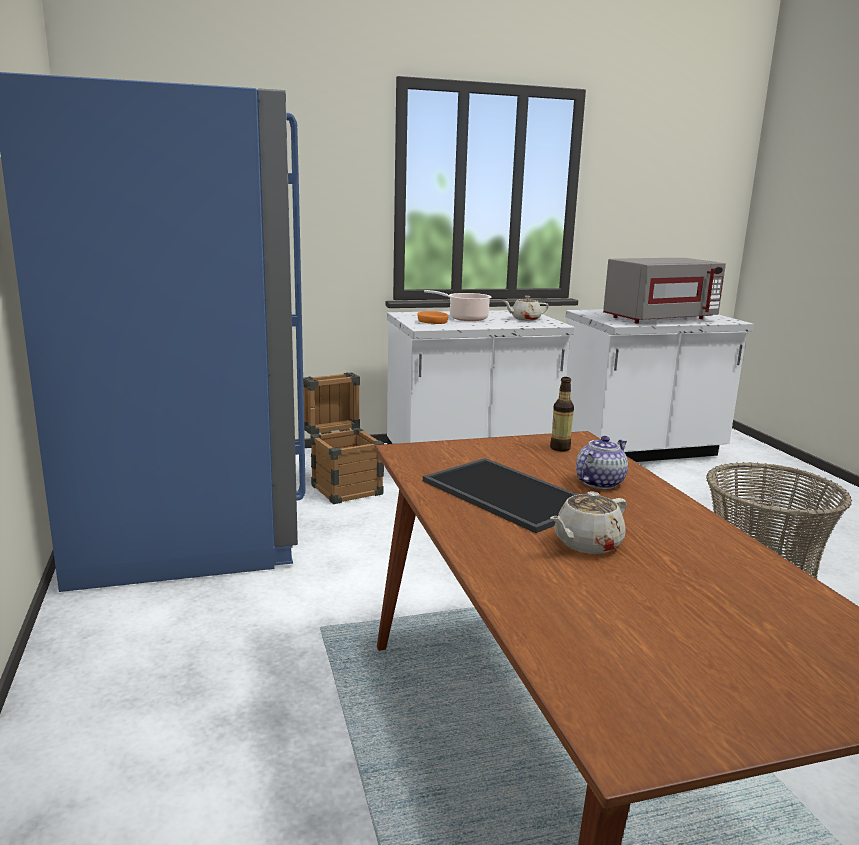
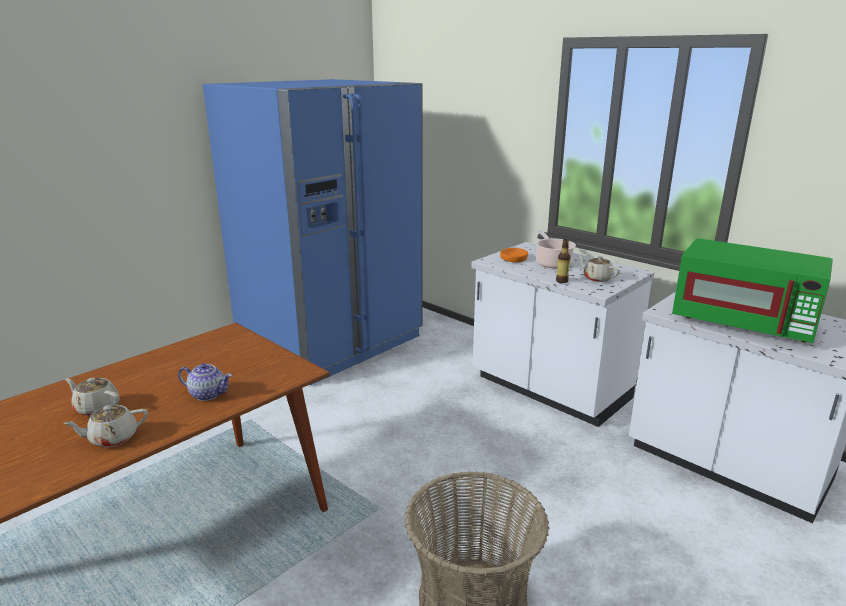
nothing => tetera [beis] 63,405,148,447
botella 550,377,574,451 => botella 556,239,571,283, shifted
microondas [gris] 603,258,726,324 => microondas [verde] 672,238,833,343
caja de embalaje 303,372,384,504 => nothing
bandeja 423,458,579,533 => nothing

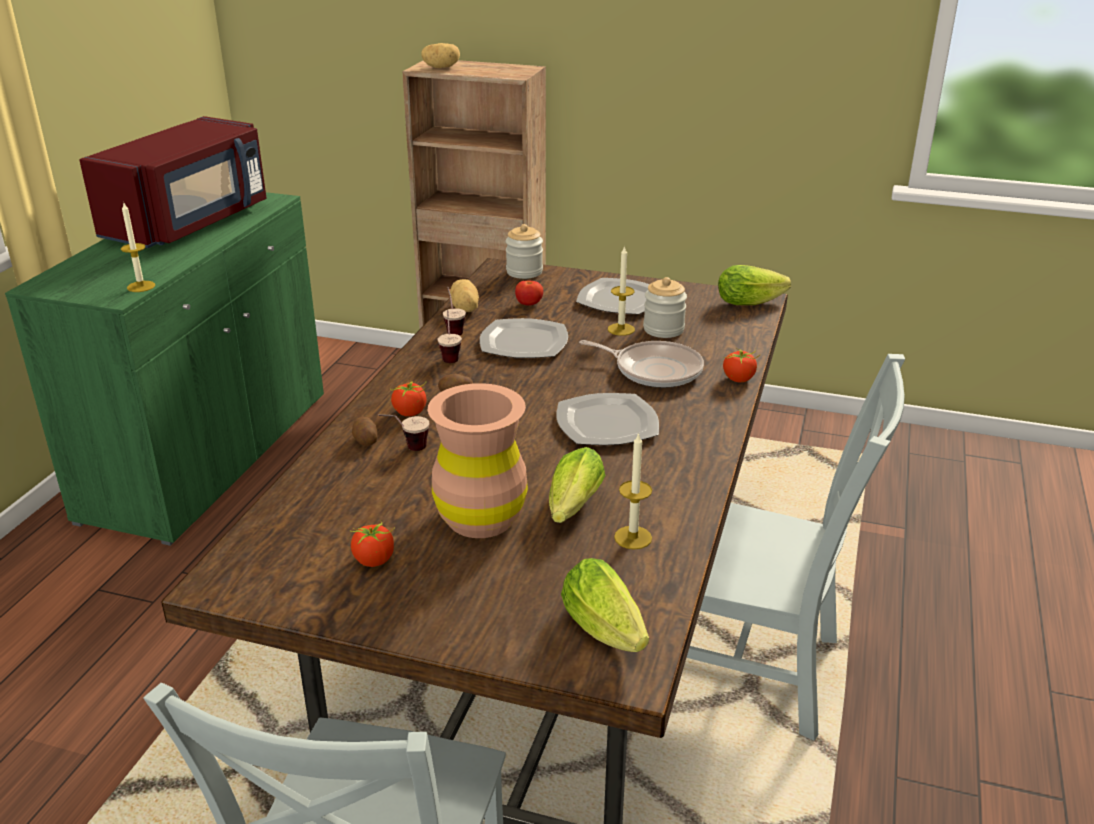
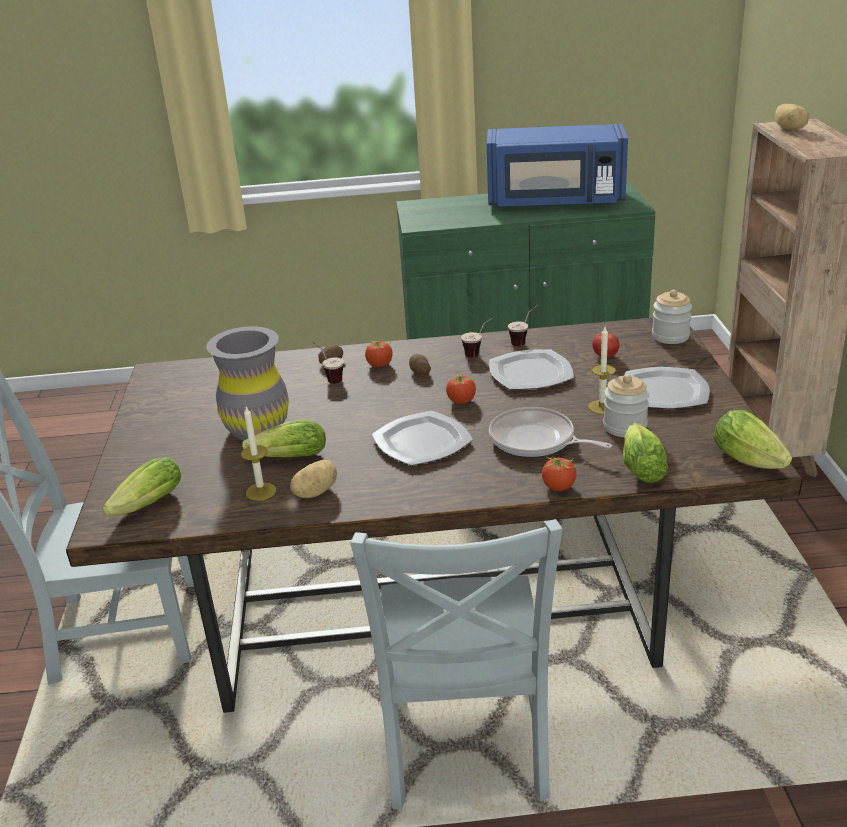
florero [marrón] 428,383,528,538 => florero [gris] 206,326,289,440
patata 450,279,479,312 => patata 290,460,337,498, shifted
tomate 349,520,395,567 => tomate 446,373,476,404, shifted
microondas [rojo] 79,116,266,248 => microondas [azul] 487,124,628,208
sartén 579,340,704,388 => sartén 489,407,612,457, 120 degrees clockwise
nothing => lechuga 623,422,668,483
vela 121,203,155,292 => nothing

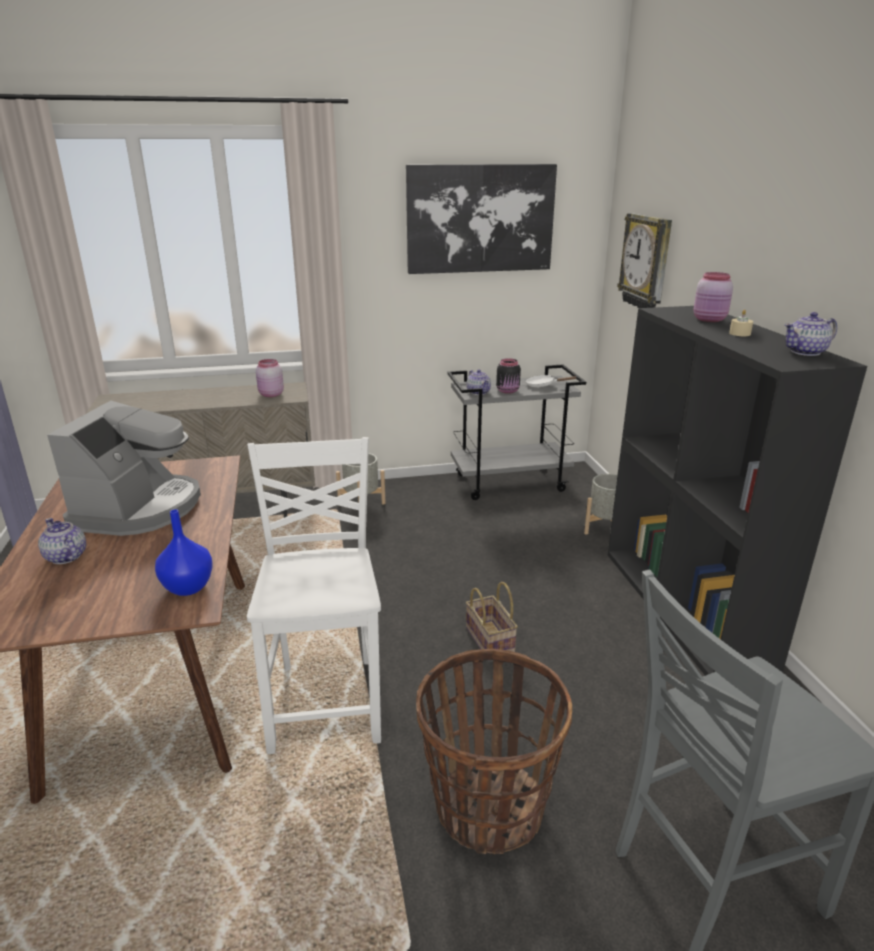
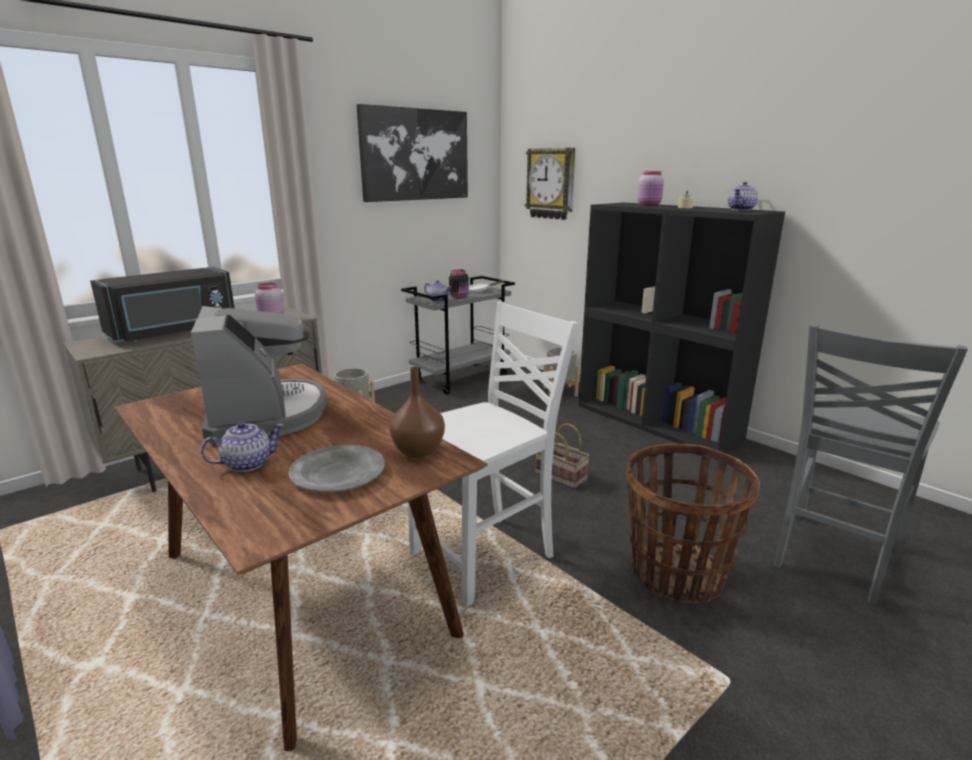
nothing => microondas [negro] 90,267,234,343
tetera 38,518,86,564 => tetera 201,421,284,472, 135 degrees clockwise
nothing => plato [gris] 289,445,385,492
florero [azul] 155,509,213,596 => florero [marrón] 389,367,445,458
silla [blanco] 247,437,381,754 => silla [blanco] 408,301,578,606, 90 degrees clockwise

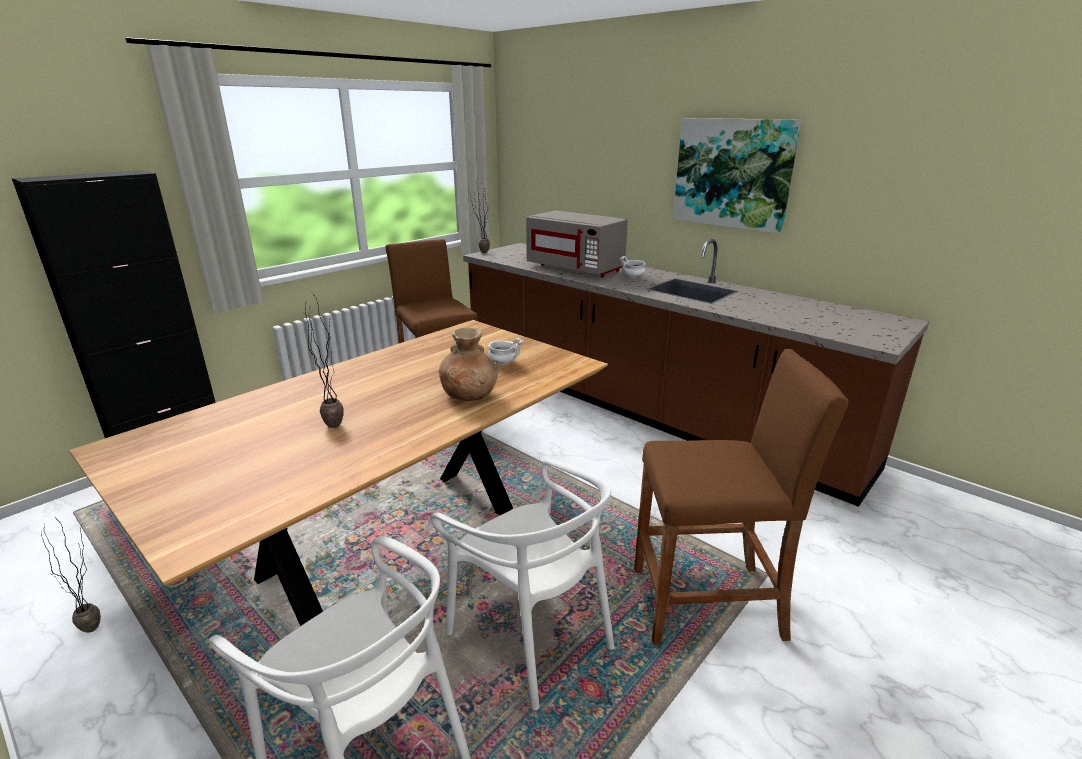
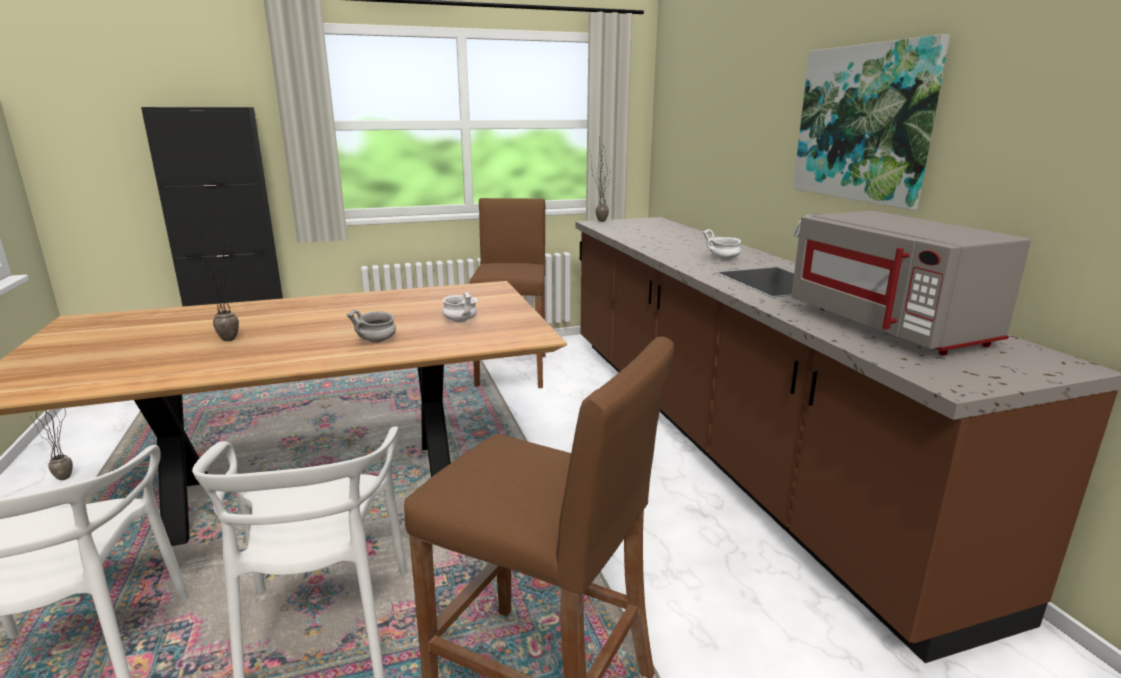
florero [marrón] 439,328,498,401 => cuenco [gris] 346,310,396,343
microondas [gris] 526,210,628,277 => microondas [gris] 791,211,1031,356, shifted

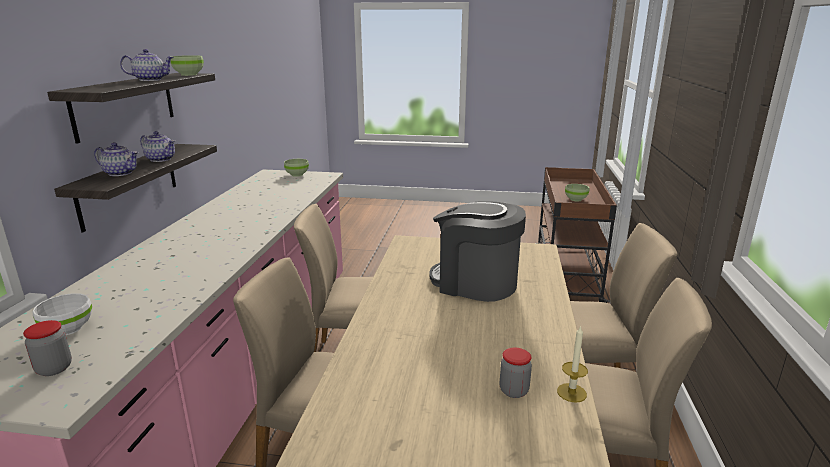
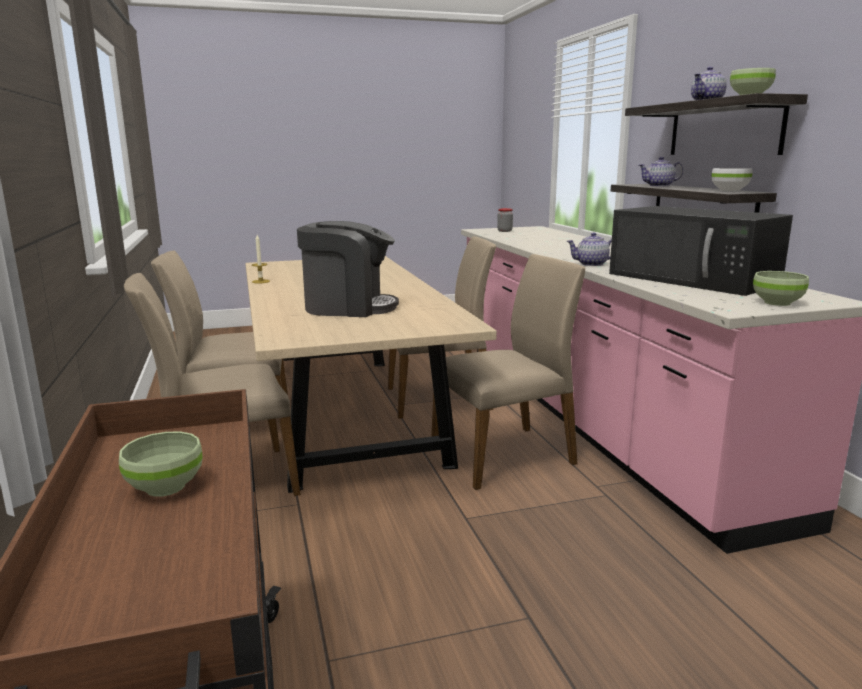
tetera 140,131,175,162 => tetera 567,232,612,266, shifted
nothing => microondas [negro] 609,206,793,296
cuenco [blanco] 33,293,92,335 => cuenco [blanco] 711,168,753,192, shifted
tarro 500,348,532,398 => nothing

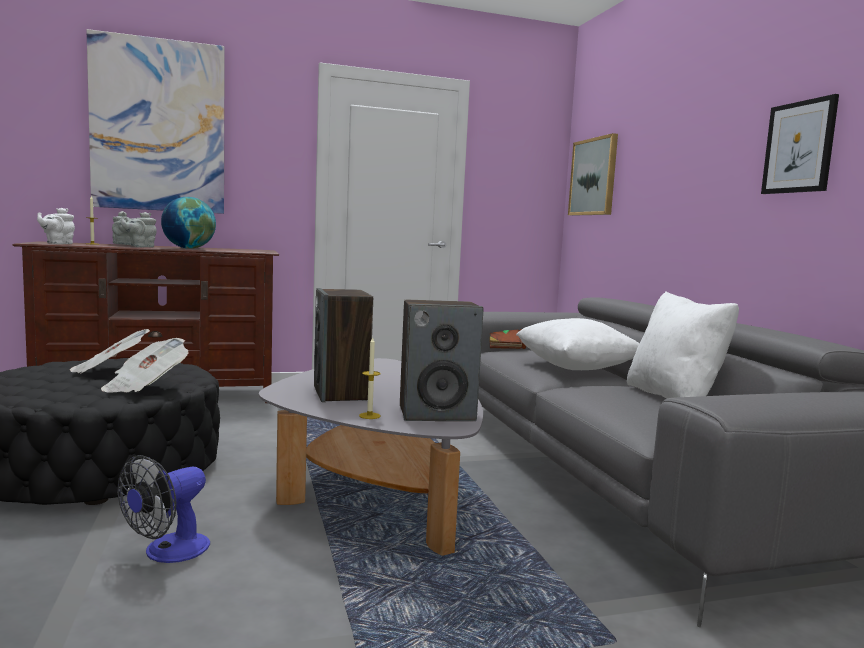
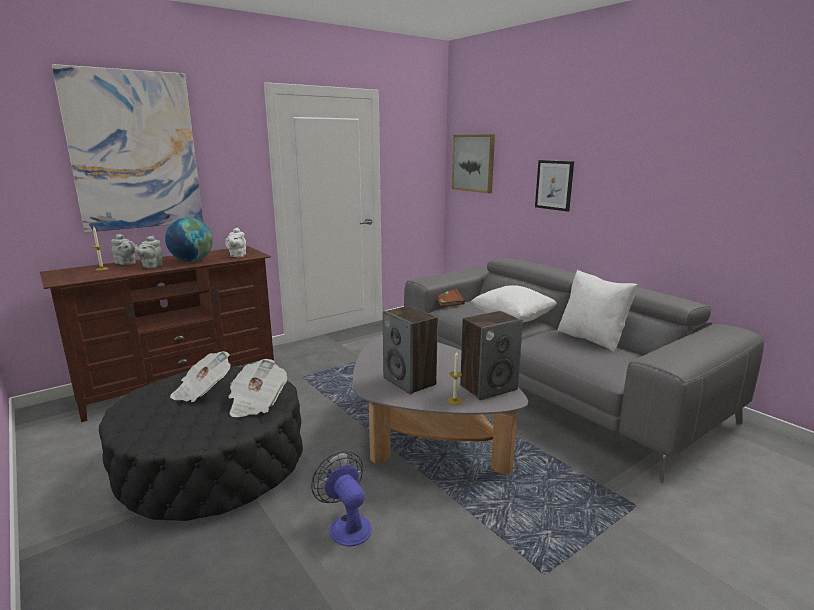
tetera [blanco] 37,208,75,244 => tetera [blanco] 225,228,246,257, shifted
ventilador 118,455,210,563 => ventilador 311,451,372,547, 135 degrees clockwise
cuadro 761,94,839,194 => cuadro 535,160,574,212, shifted

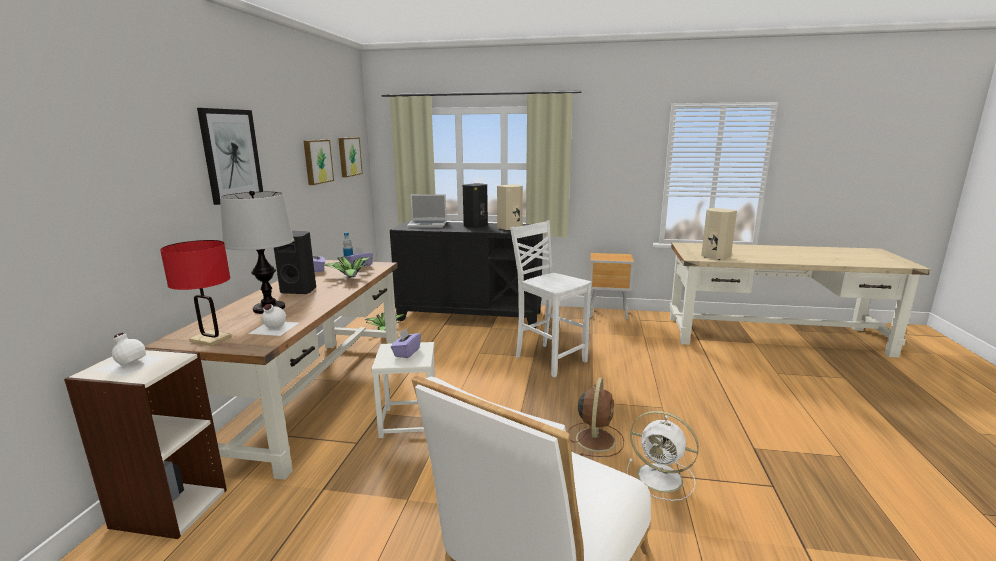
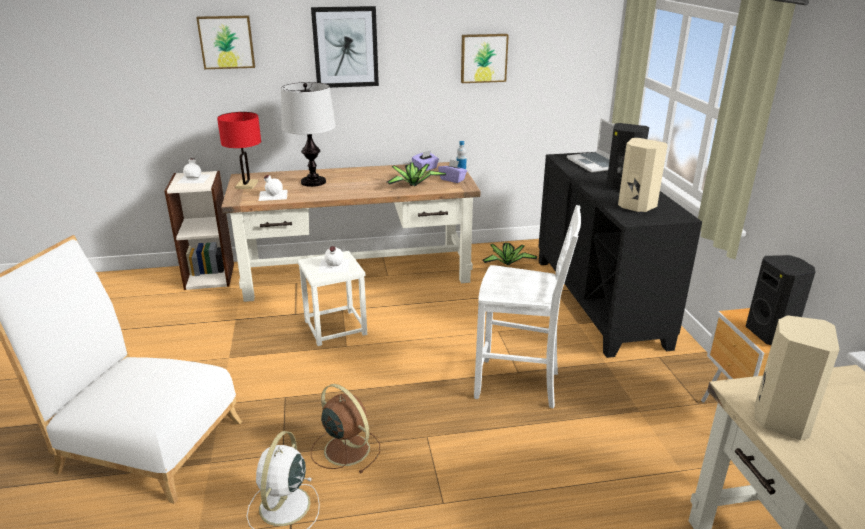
cuadro 338,137,363,177 => cuadro 196,16,255,69, shifted
ventilador [marrón] 568,378,624,457 => ventilador [marrón] 311,384,380,473, 135 degrees counterclockwise
caja de pañuelos [morado] 391,328,421,358 => botella [blanco] 318,246,350,273
silla [blanco] 510,221,592,378 => silla [blanco] 474,205,581,408, 75 degrees clockwise
altavoz [negro] 274,231,316,294 => altavoz [negro] 745,255,816,345, shifted

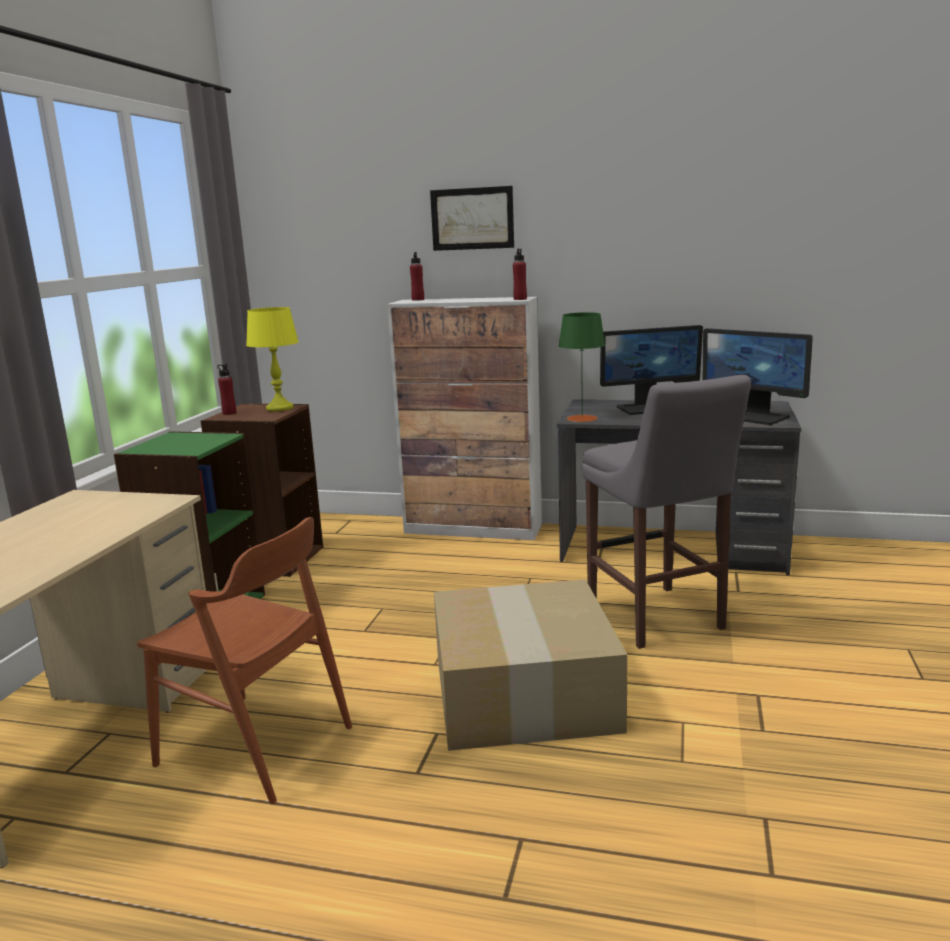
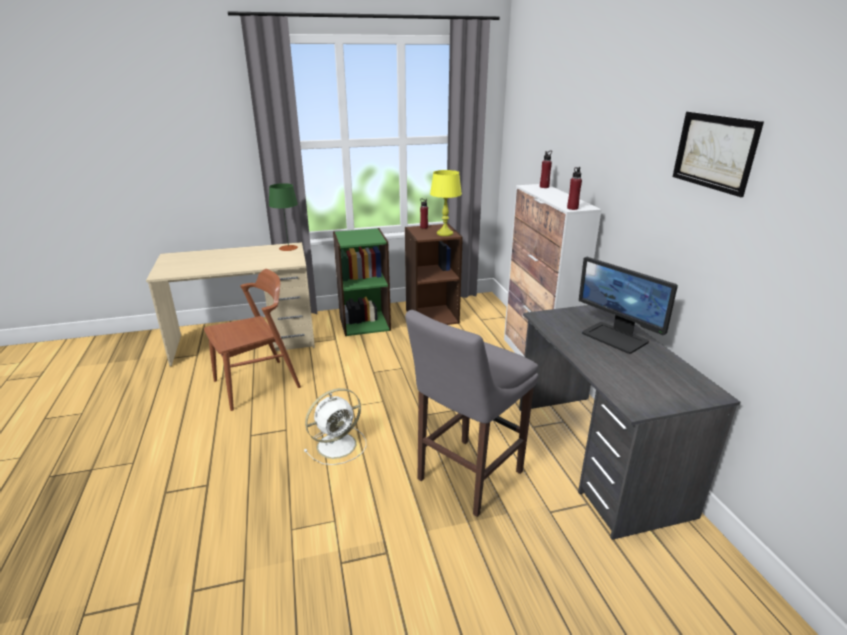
silla [marrón] 137,517,352,804 => silla [marrón] 204,269,301,411, 120 degrees counterclockwise
lámpara de mesa [verde] 559,312,605,422 => lámpara de mesa [verde] 269,183,298,251, shifted
caja de cartón 434,579,628,751 => ventilador [blanco] 304,388,366,465
cuadro 430,186,514,251 => cuadro 673,111,764,197, shifted
monitor 702,328,813,425 => nothing

